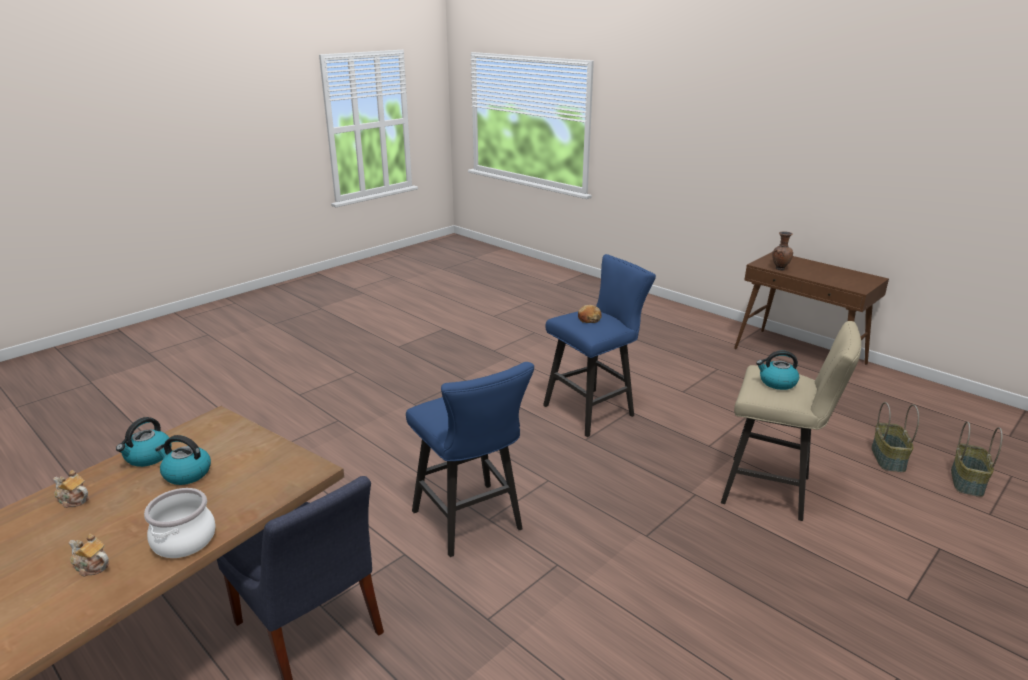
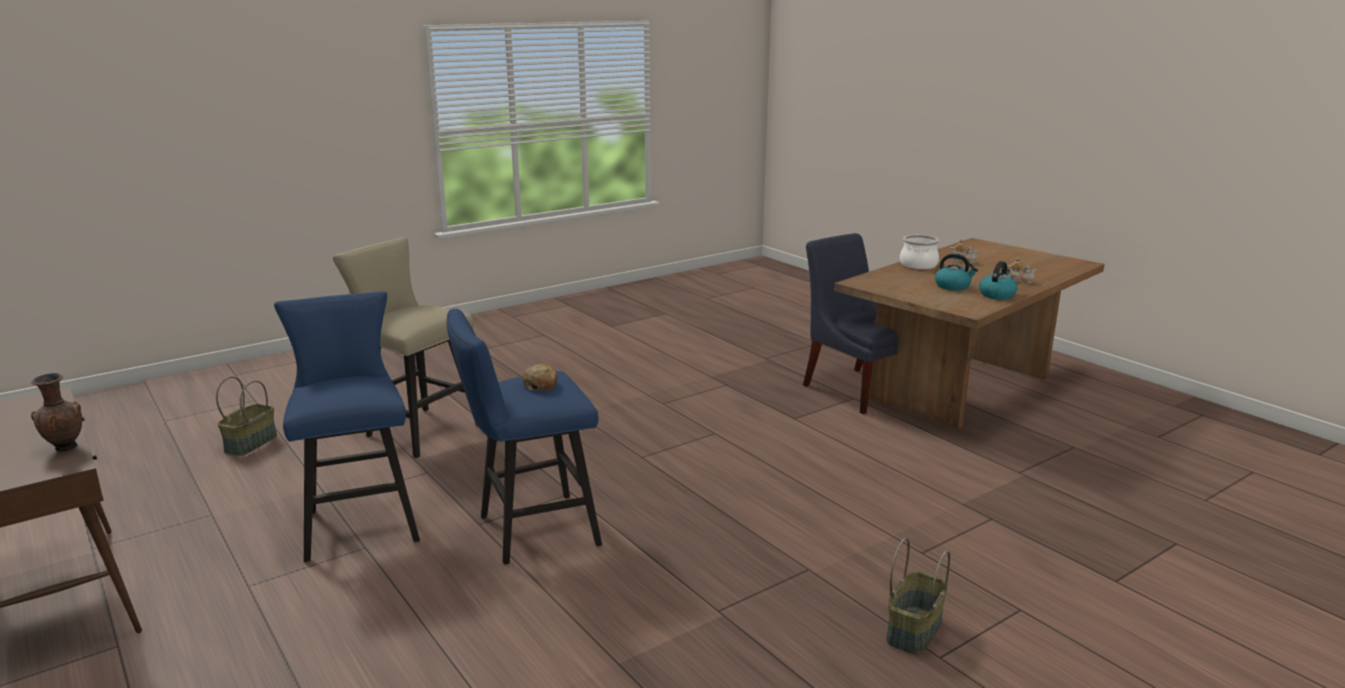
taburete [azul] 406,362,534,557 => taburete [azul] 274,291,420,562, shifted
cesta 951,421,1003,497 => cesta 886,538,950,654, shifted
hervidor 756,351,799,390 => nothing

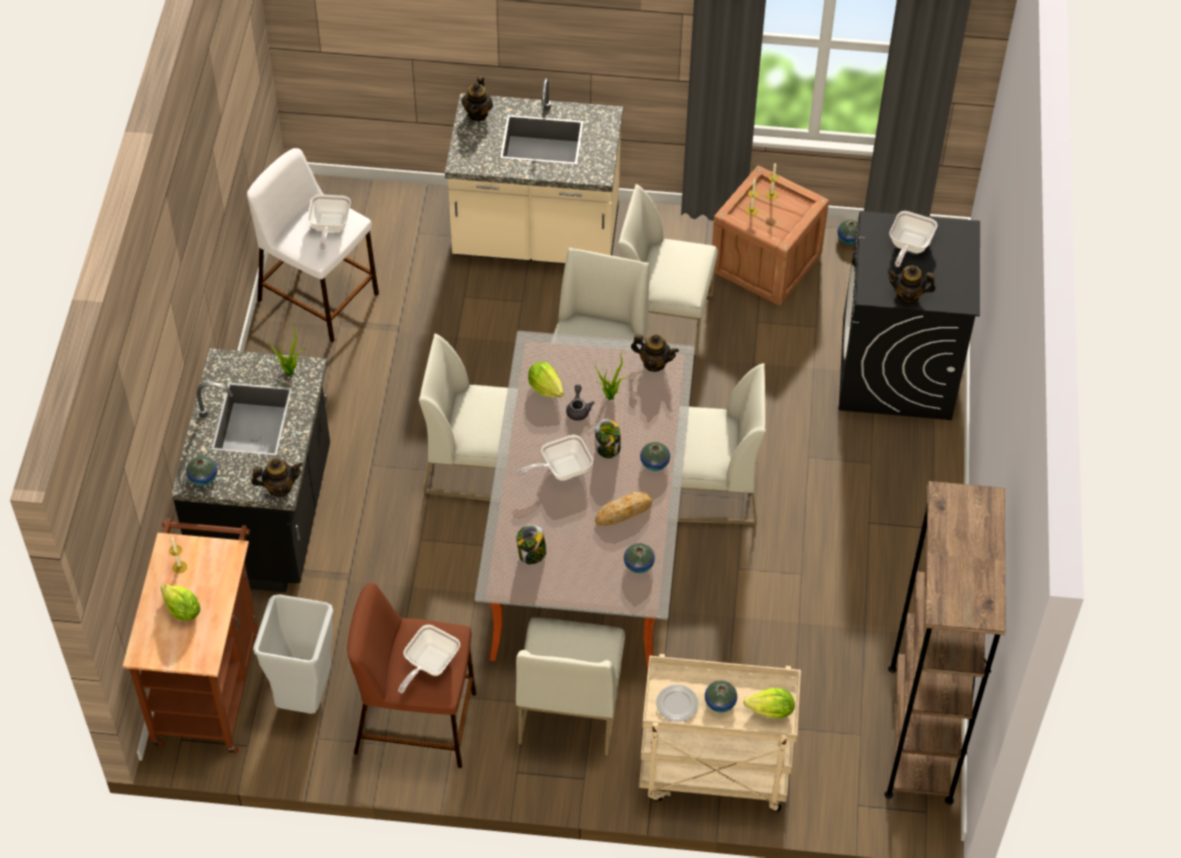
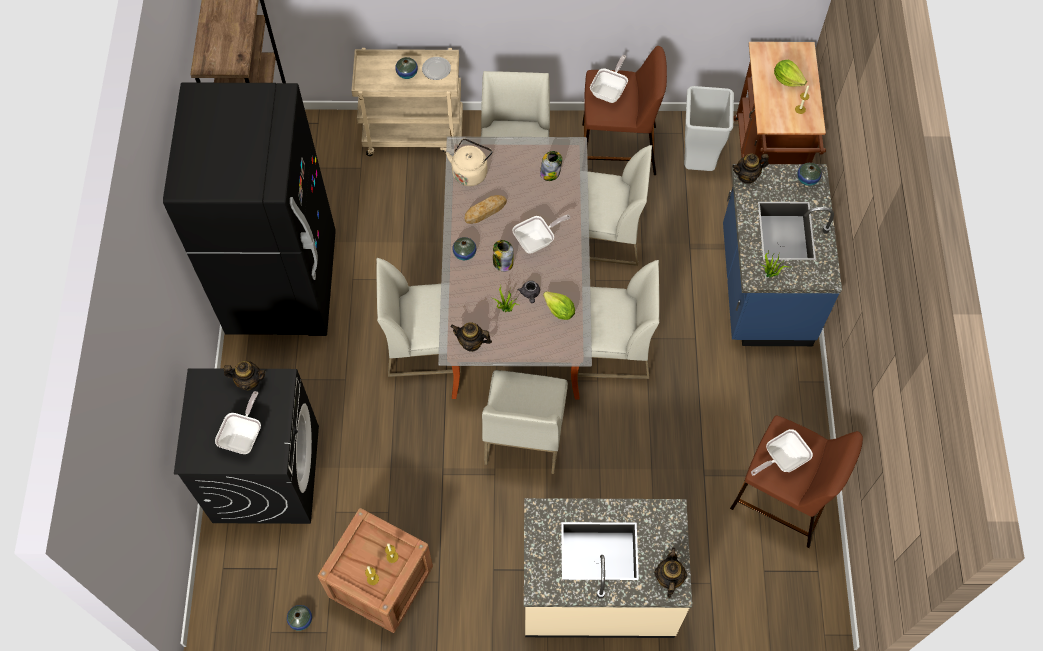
nothing => nevera [negro] 163,82,336,336
florero 624,543,655,573 => hervidor [beis] 446,138,492,186
silla [blanco] 618,184,718,355 => silla [blanco] 588,145,652,266, shifted
mueble bajo de cocina [negro] 171,348,330,592 => mueble bajo de cocina [azul] 723,164,842,346
taburete [blanco] 247,148,379,343 => taburete [marrón] 730,416,863,548
sartén 307,194,351,249 => sartén 751,429,813,476, 120 degrees counterclockwise
lechuga 743,688,795,718 => nothing

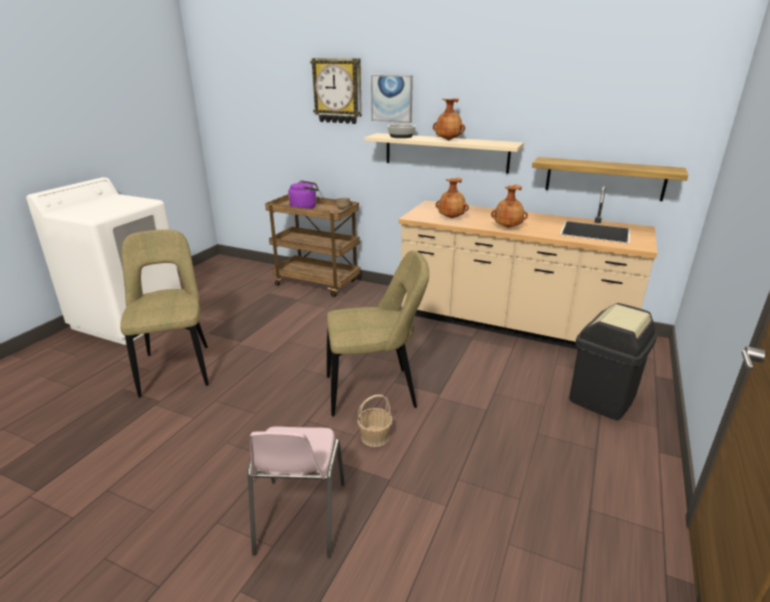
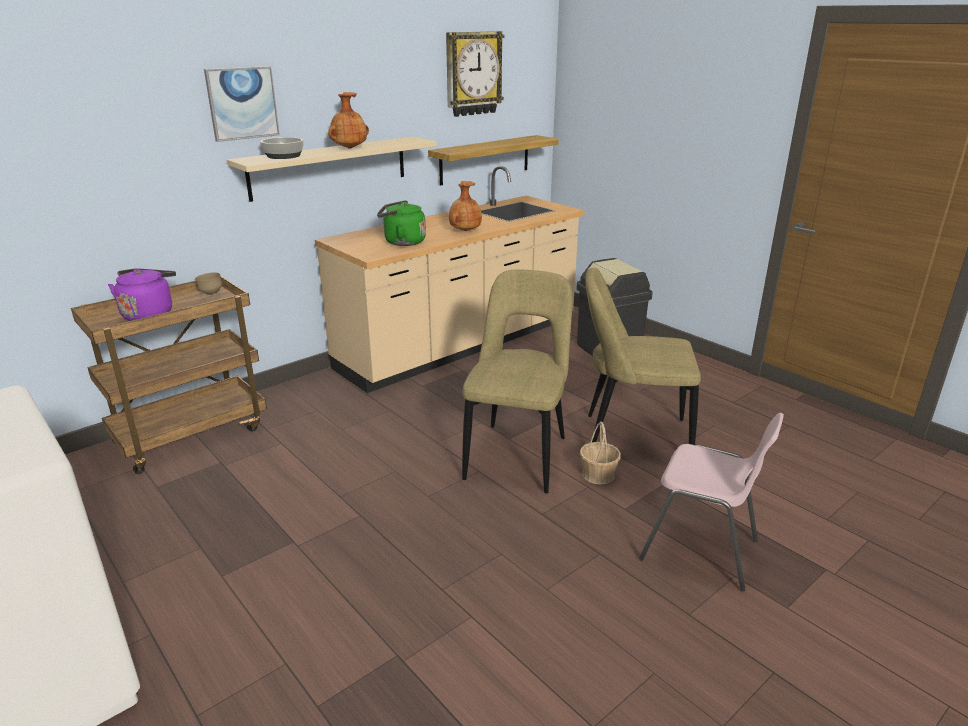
florero [marrón] 436,178,469,218 => hervidor [verde] 377,200,426,246
reloj de pared 310,58,362,124 => reloj de pared 446,31,504,117, shifted
silla [beis] 120,229,209,397 => silla [beis] 586,268,701,445, shifted

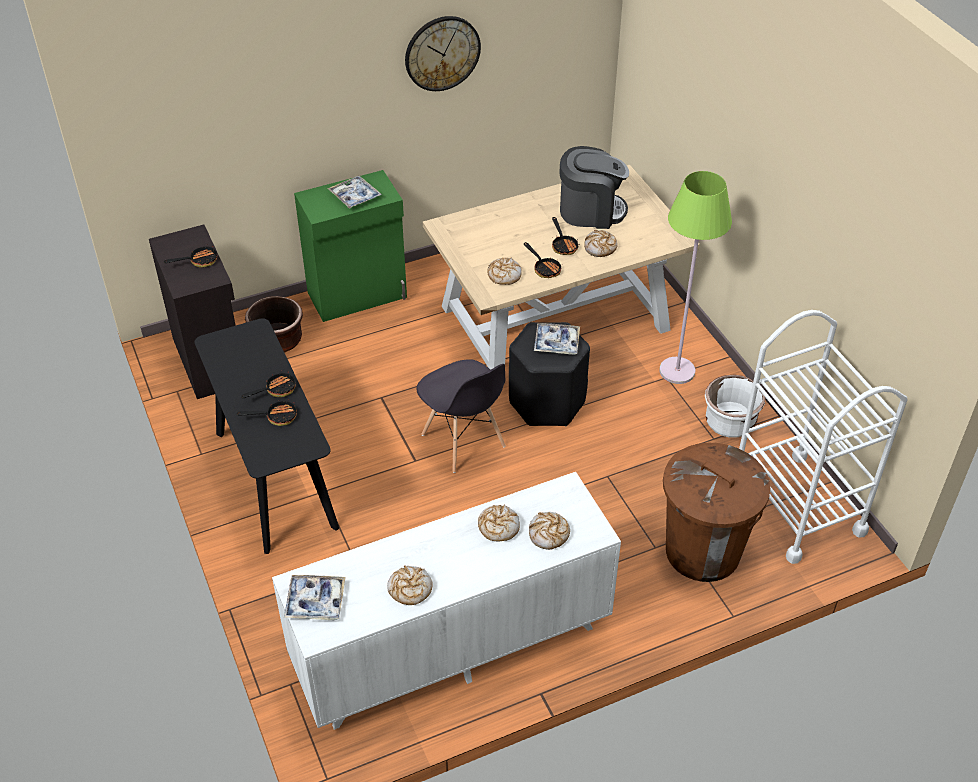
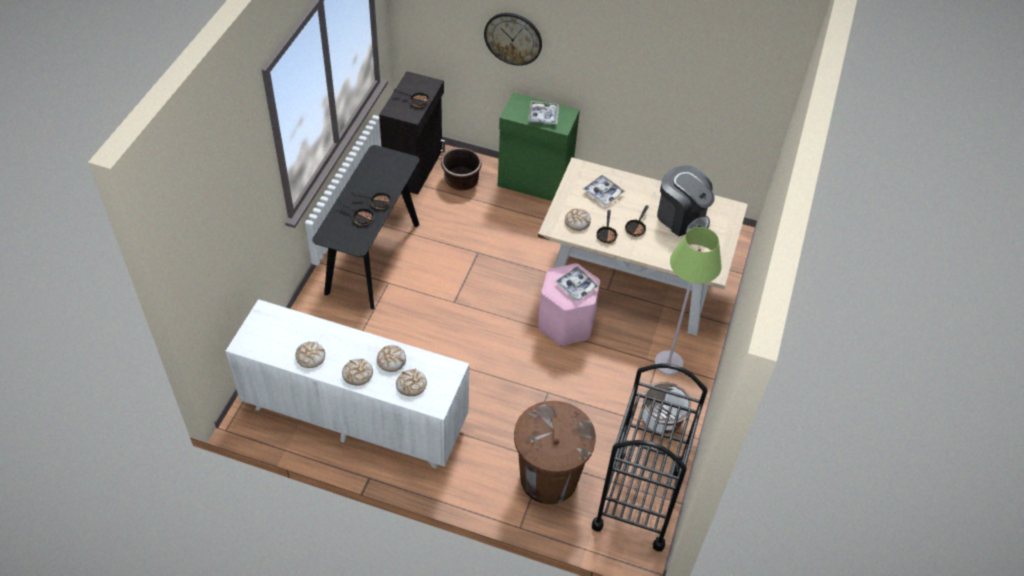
pan 584,230,618,257 => pan 342,359,373,386, shifted
reloj de pared 405,16,481,91 => reloj de pared 484,13,542,66, shifted
taburete [negro] 509,322,590,426 => taburete [rosa] 538,263,600,346
bandeja 284,575,345,620 => bandeja 583,175,626,206, shifted
carrito [blanco] 739,310,908,564 => carrito [negro] 592,363,707,551
silla [gris] 416,359,506,473 => nothing

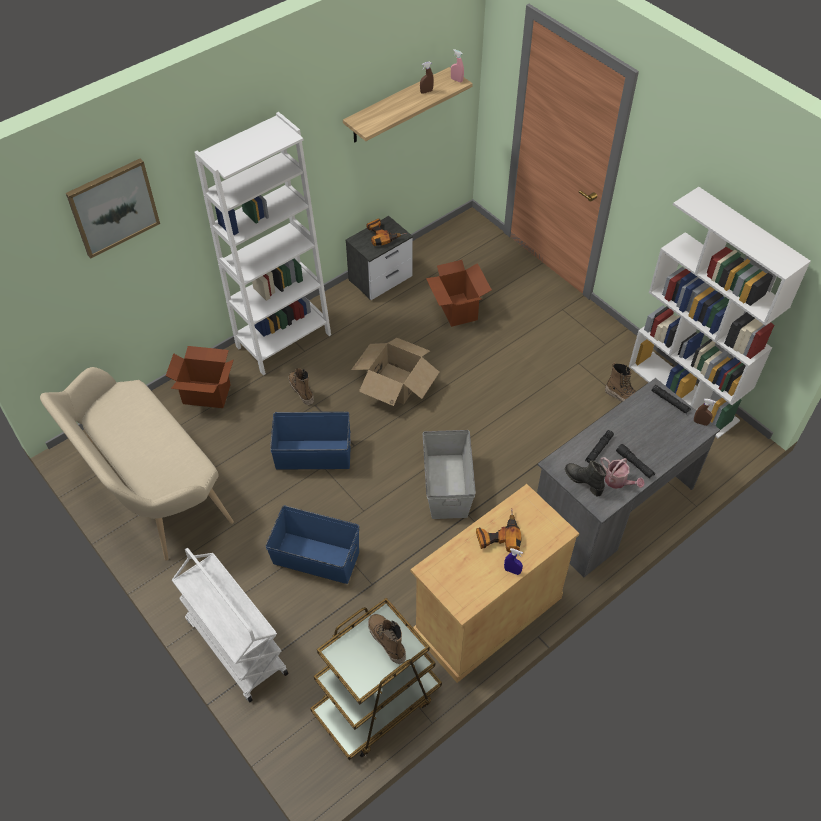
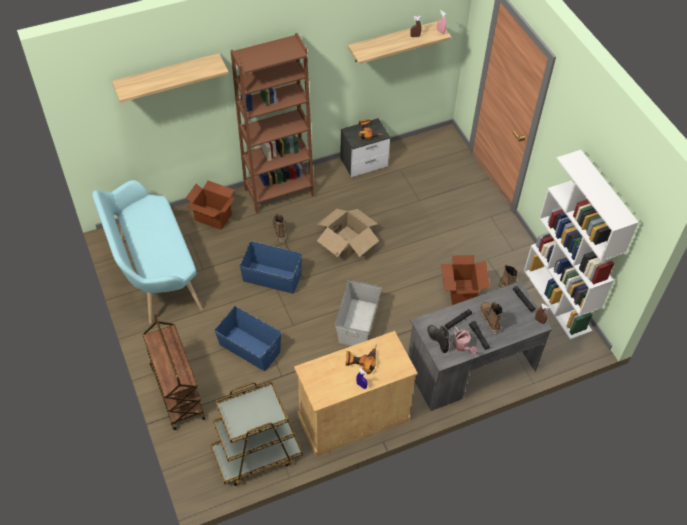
banco [beis] 40,367,234,560 => banco [turquesa] 92,180,203,324
cuadro 66,158,160,258 => estante 112,53,229,103
carrito [blanco] 172,548,289,702 => carrito [marrón] 142,315,205,430
estantería [blanco] 194,112,331,375 => estantería [marrón] 231,33,314,214
caja de cartón 426,260,492,327 => caja de cartón 441,255,490,305, shifted
bota 368,614,406,664 => bota 480,302,503,334, shifted

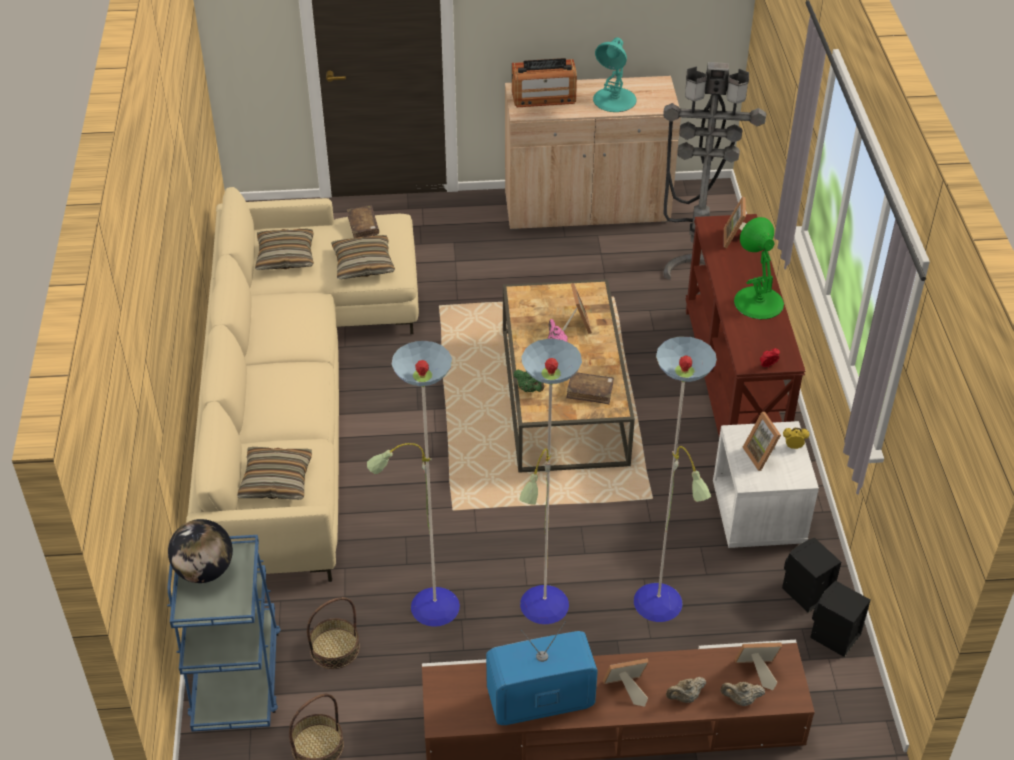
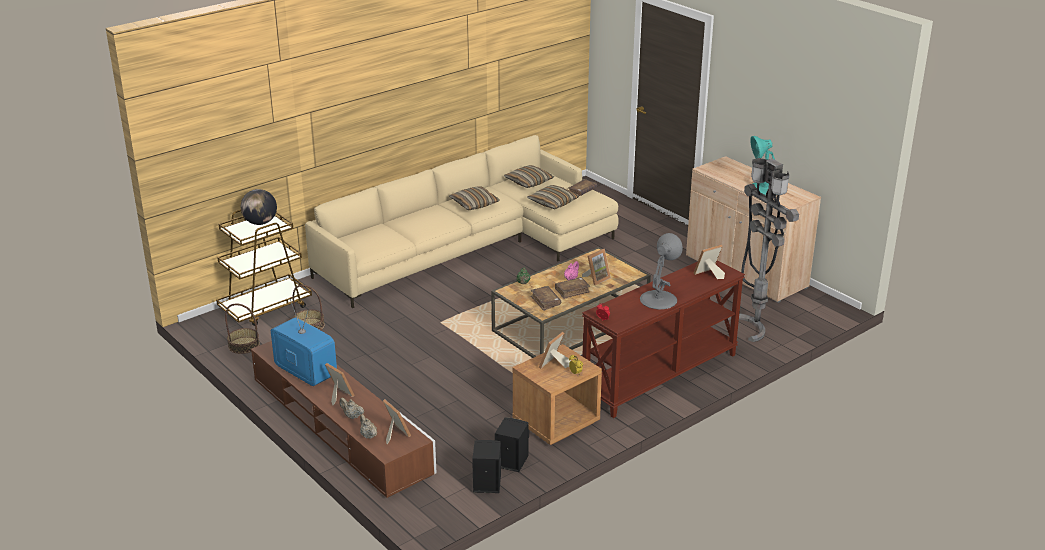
carrito [azul] 167,535,281,732 => carrito [marrón] 216,210,312,326
cojín 238,447,312,500 => cojín 449,187,500,210, shifted
mesita de noche [blanco] 713,421,819,548 => mesita de noche [marrón] 512,344,602,445
nothing => libro [marrón] 555,277,590,299
lámpara de mesa [verde] 734,217,784,319 => lámpara de mesa [gris] 640,233,683,309
lámpara de pie 367,337,717,627 => nothing
radio 512,58,577,107 => nothing

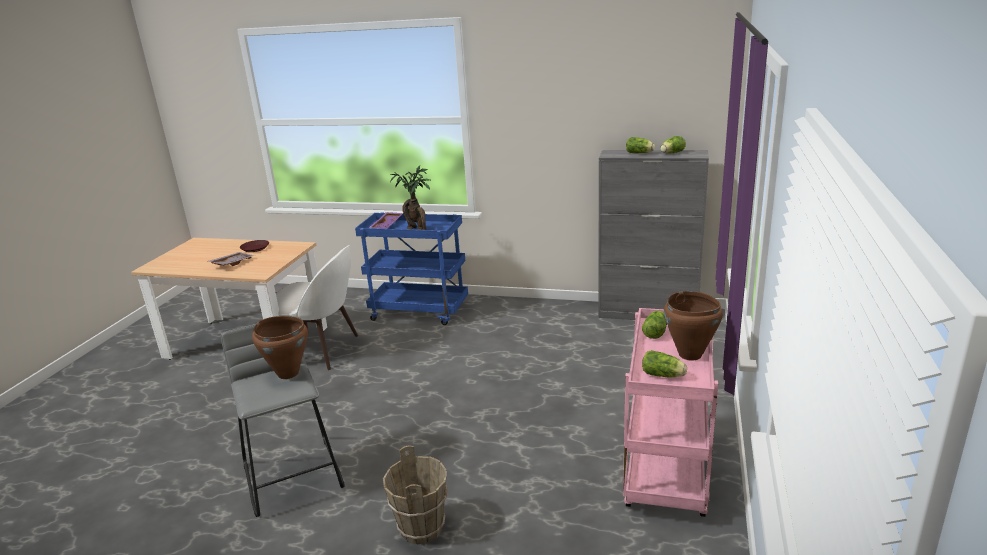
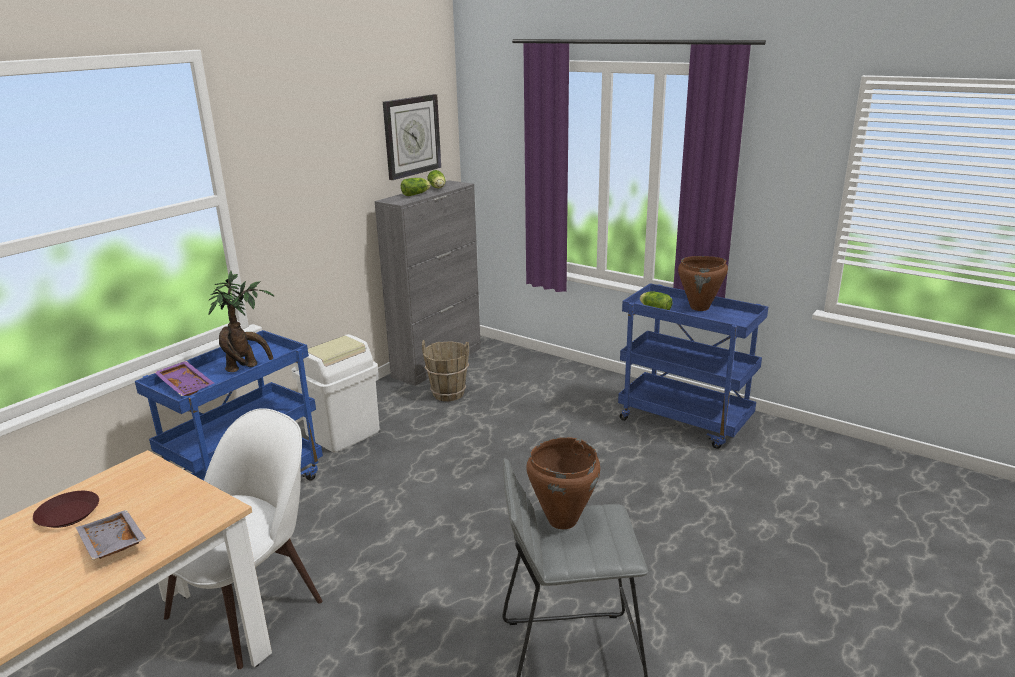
nothing => papelera [blanco] 292,334,380,452
nothing => reloj de pared 383,94,441,180
cubo [marrón] 383,445,448,544 => cubo [marrón] 422,340,469,401, shifted
carrito [rosa] 623,308,718,517 => carrito [azul] 618,283,768,449
lechuga 642,350,687,378 => nothing

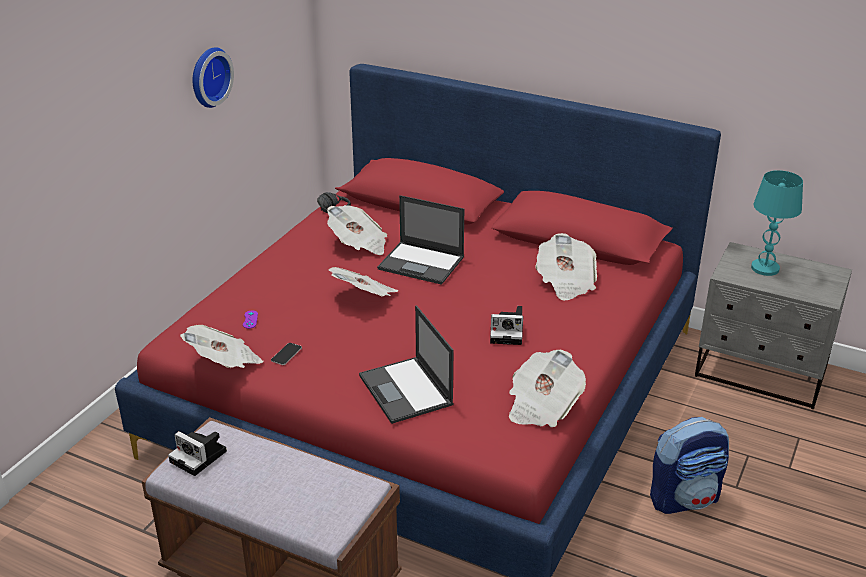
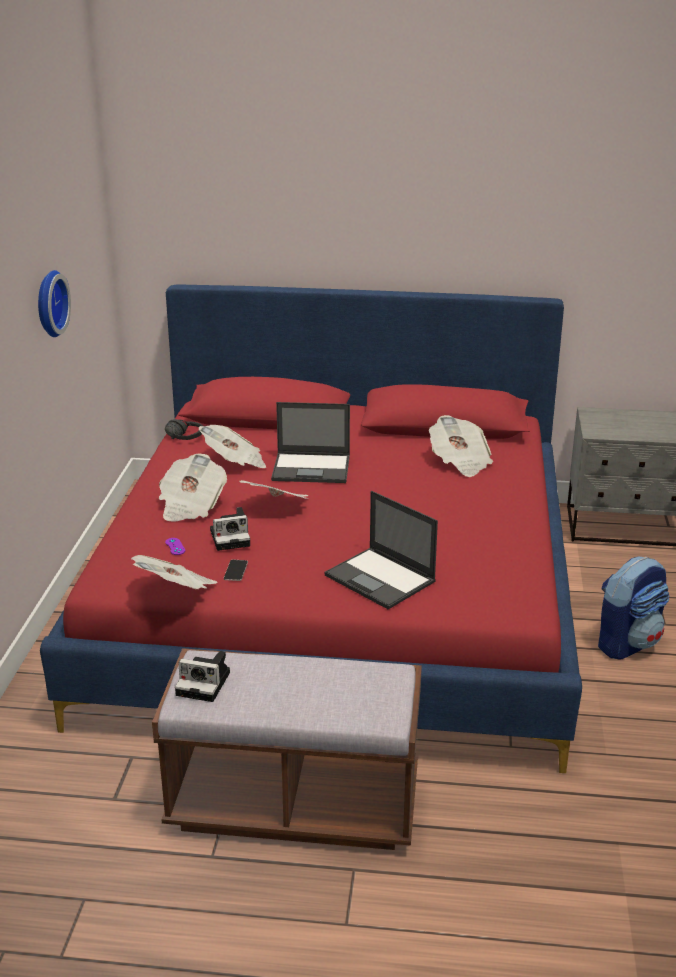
periódico 509,350,586,427 => periódico 159,453,227,522, shifted
cámara 490,306,523,345 => cámara 210,507,250,551, shifted
lámpara de mesa [turquesa] 751,170,803,276 => nothing

